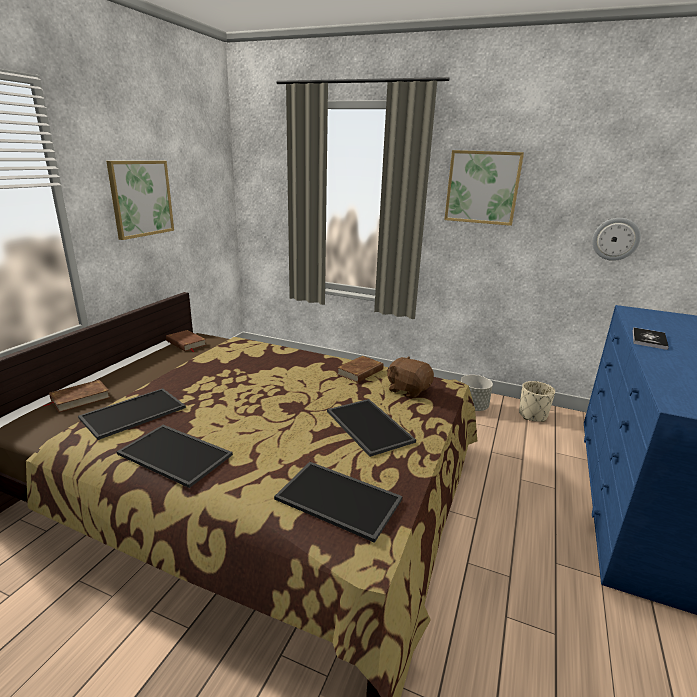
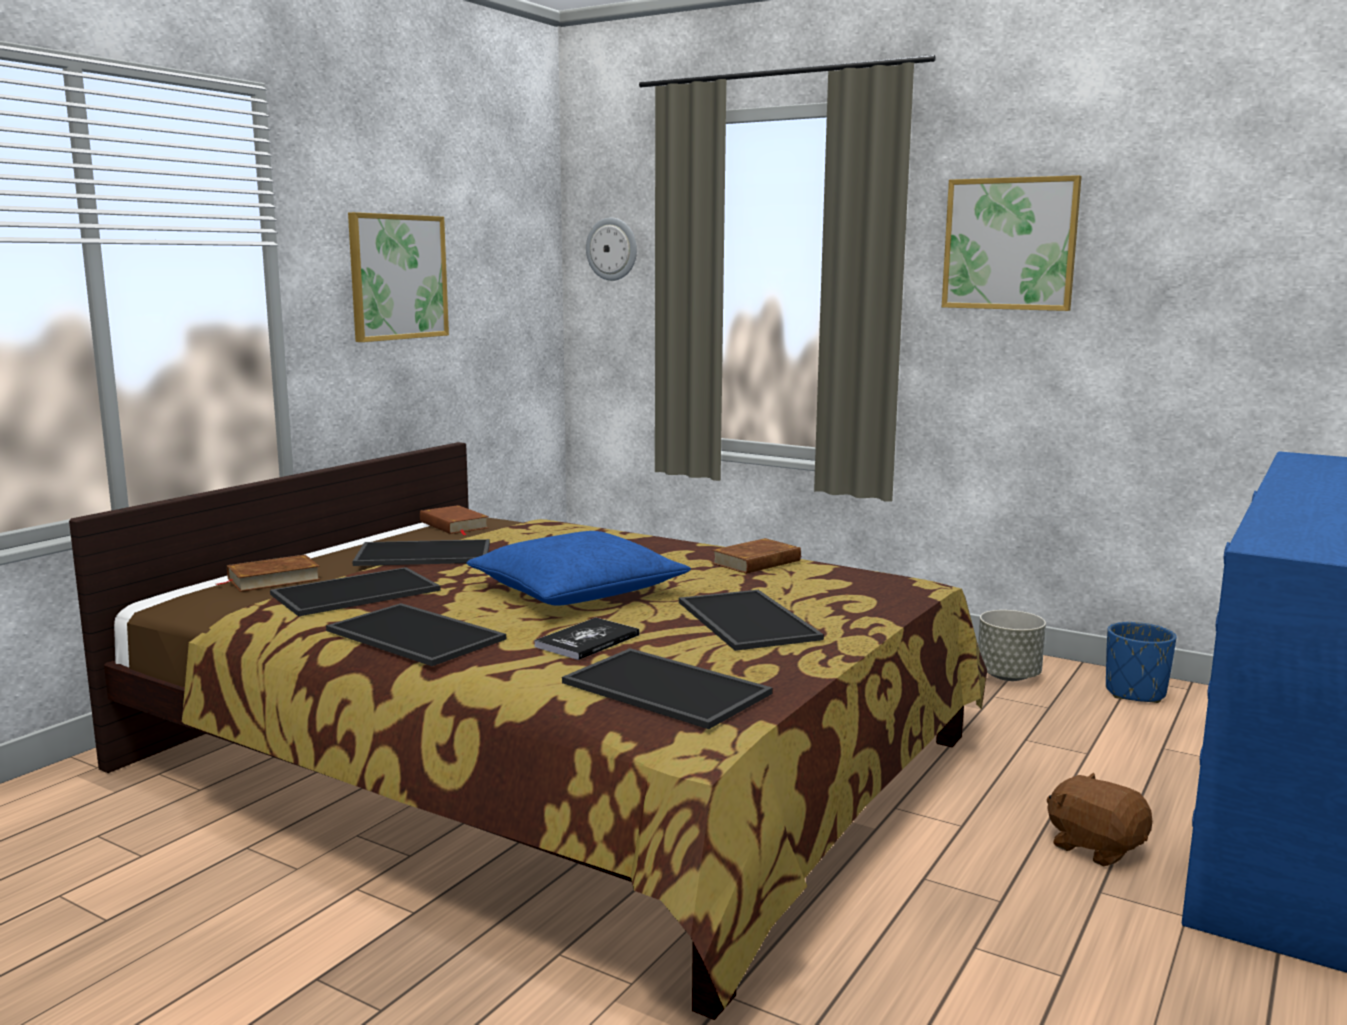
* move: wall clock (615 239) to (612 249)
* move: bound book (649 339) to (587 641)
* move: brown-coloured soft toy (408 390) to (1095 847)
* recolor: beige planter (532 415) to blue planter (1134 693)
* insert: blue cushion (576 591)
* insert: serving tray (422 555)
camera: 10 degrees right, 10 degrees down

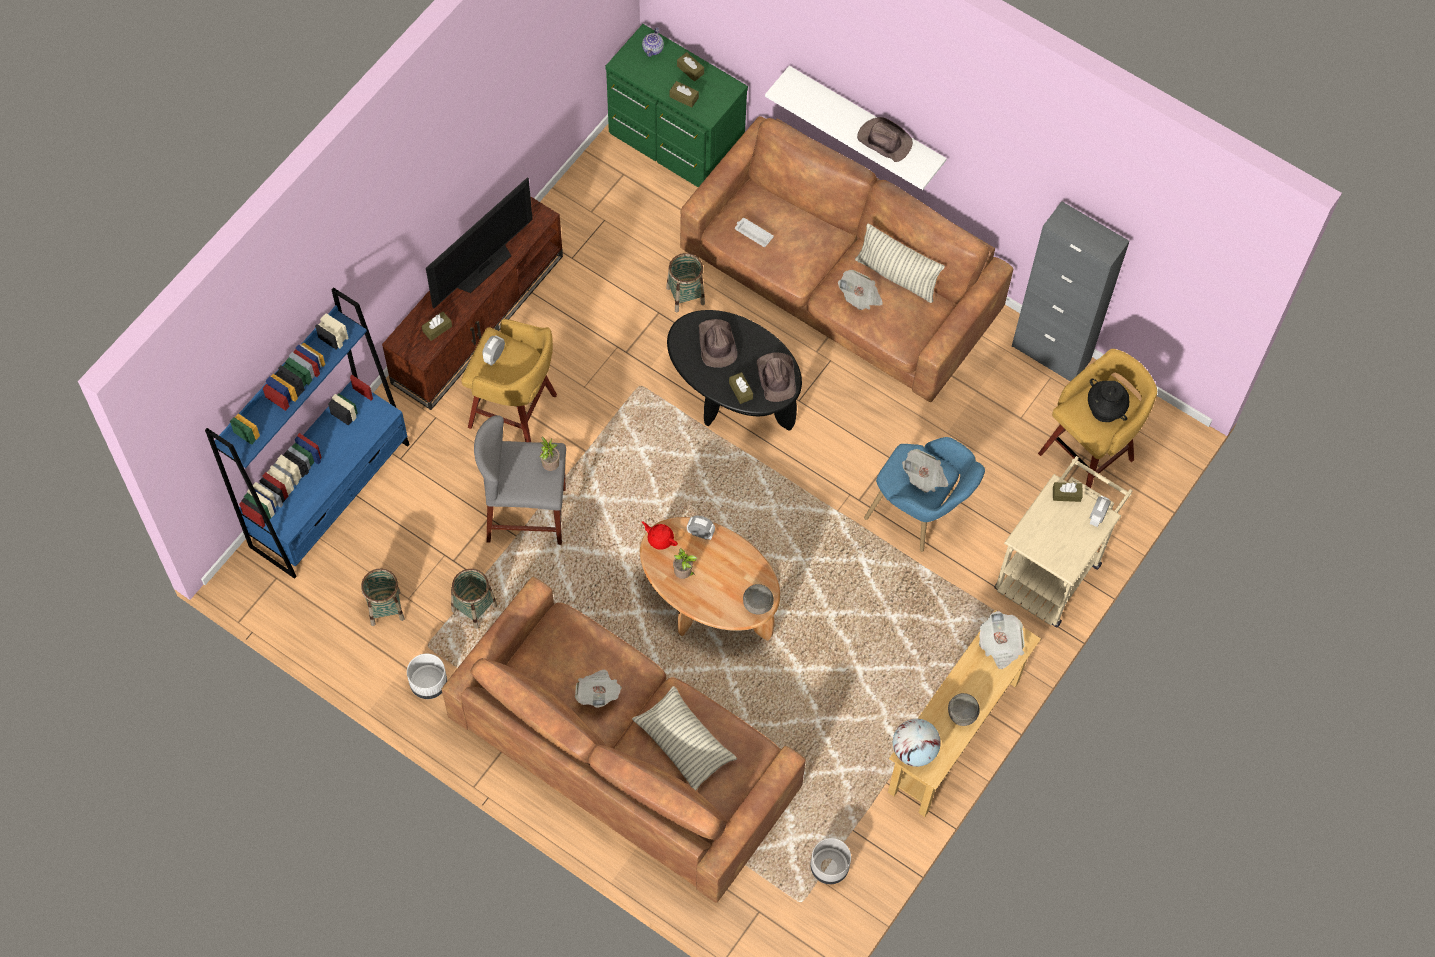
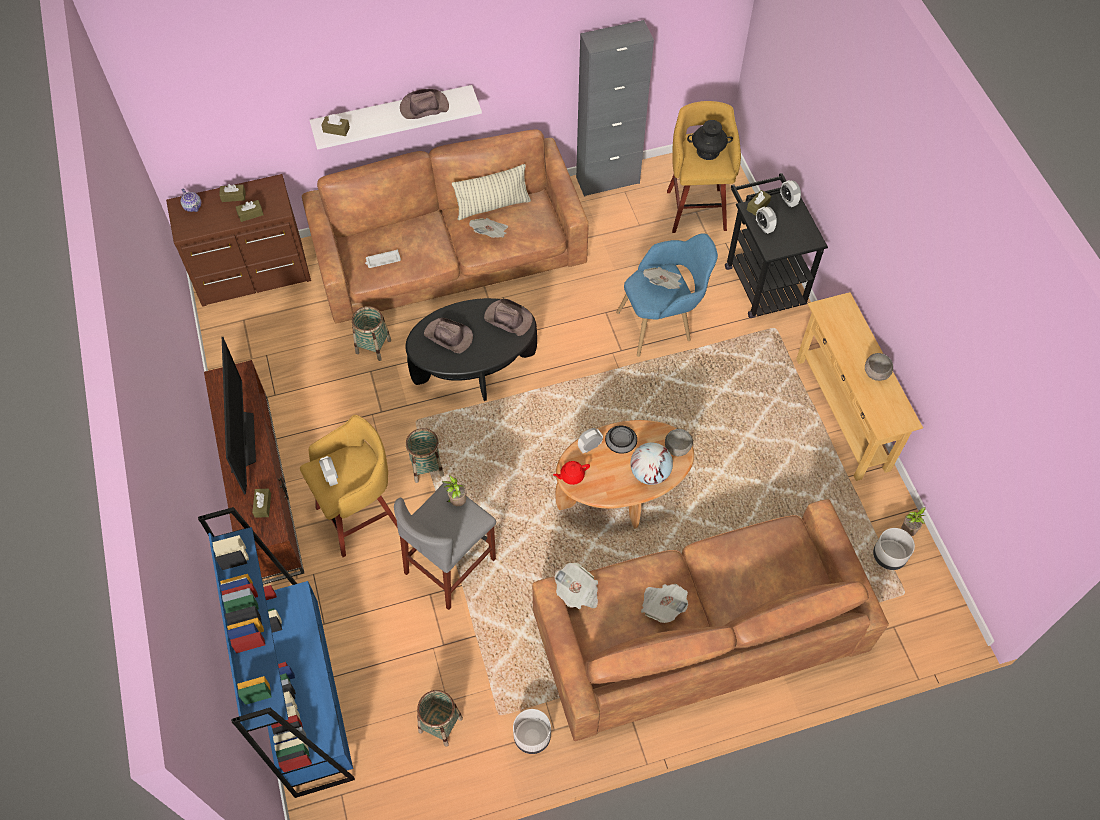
* recolor: greenish chest of drawers (675 145) to brown-coloured chest of drawers (254 275)
* move: brown-coloured tissue holder (740 390) to (336 129)
* recolor: beige cart (1052 569) to black cart (761 279)
* move: potted plant (684 574) to (908 531)
* move: household basket (474 608) to (426 467)
* move: printed paper (1000 645) to (577 592)
* delete: cushion (684 743)
* move: globe (914 750) to (649 473)
* insert: table clock (764 227)
* insert: bowl (621 439)
camera: 50 degrees left, 5 degrees down

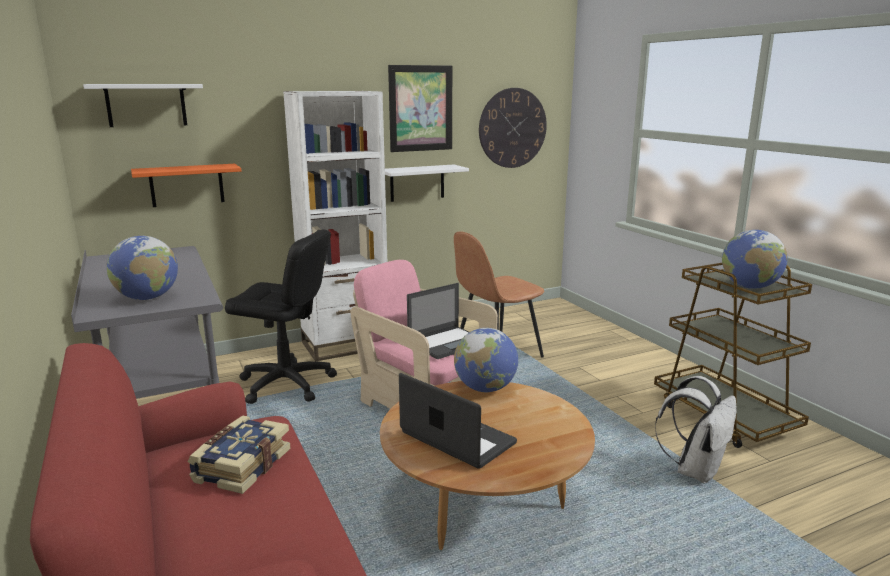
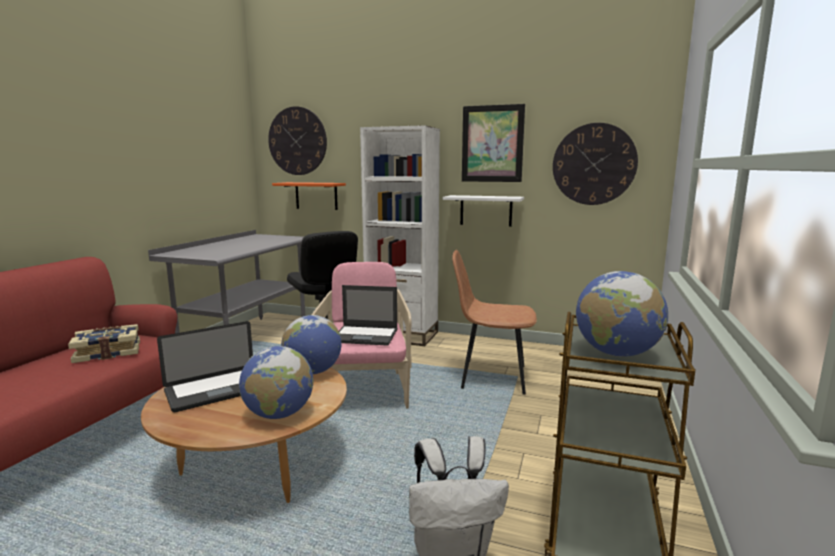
* replace: white shelf (146 105) to wall clock (297 141)
* move: globe (147 298) to (279 414)
* rotate: laptop (457 438) = (216 390) 60 degrees clockwise
camera: 45 degrees right, 5 degrees down

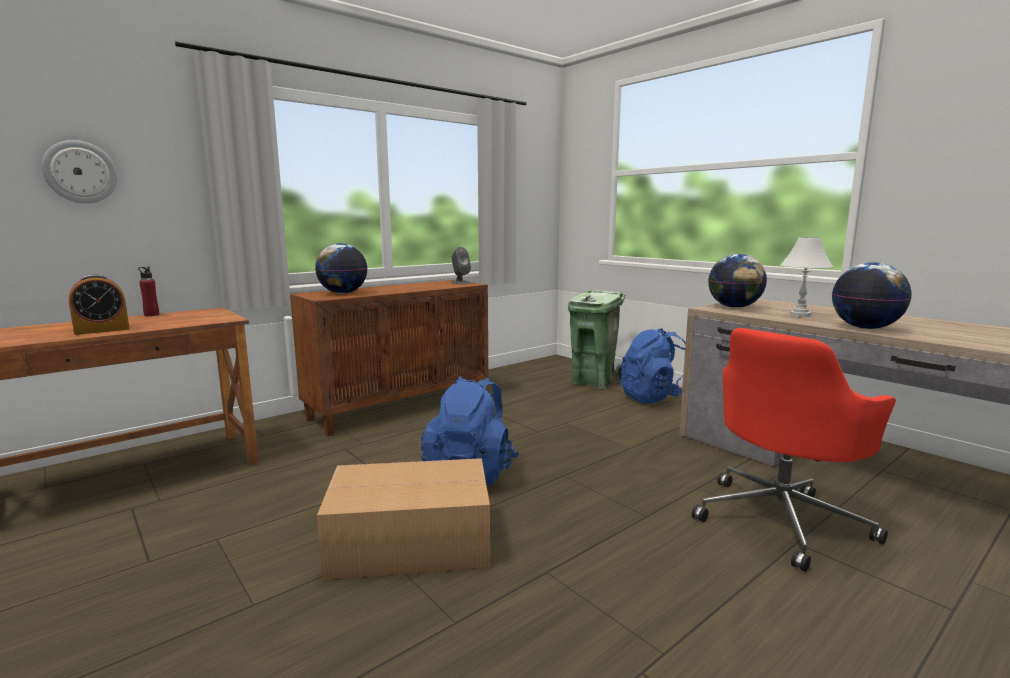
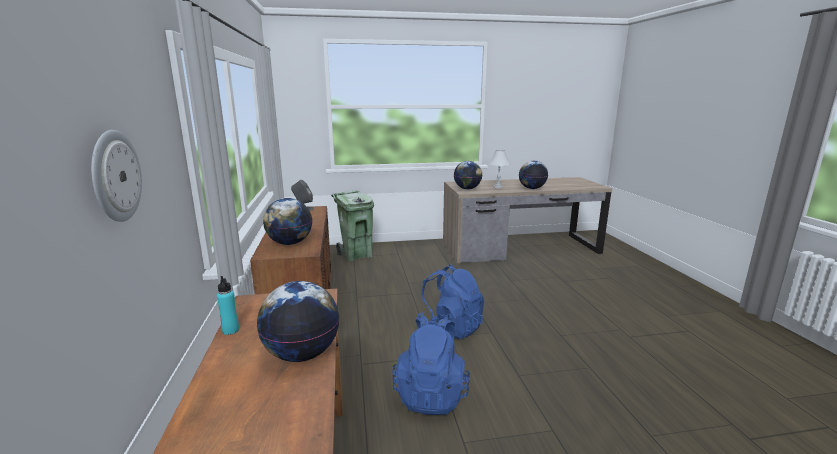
* recolor: reddish beverage bottle (151 315) to turquoise beverage bottle (230 330)
* replace: table clock (102 330) to globe (302 354)
* move: blue backpack (655 398) to (432 395)
* delete: reddish office chair (781 519)
* delete: packing box (412 543)
camera: 60 degrees left, 5 degrees up

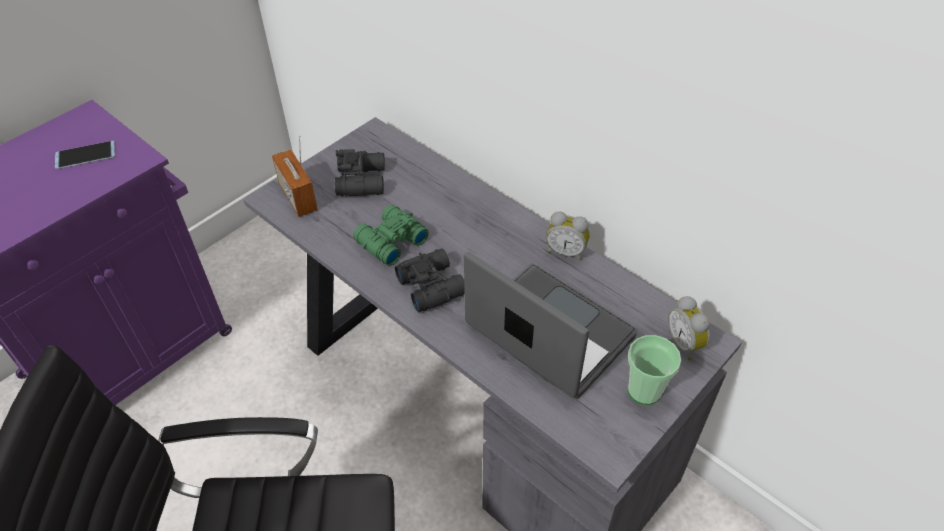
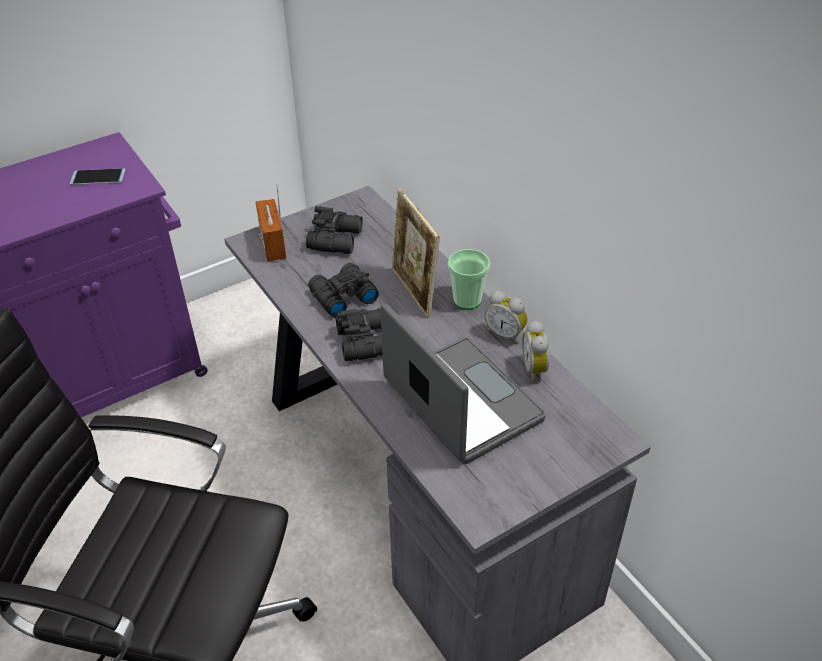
* recolor: greenish field glasses (389 241) to black field glasses (342 296)
* move: table clock (685 343) to (536 369)
* move: cup (644 390) to (467 300)
* insert: picture frame (414 292)
camera: 15 degrees right, 5 degrees down

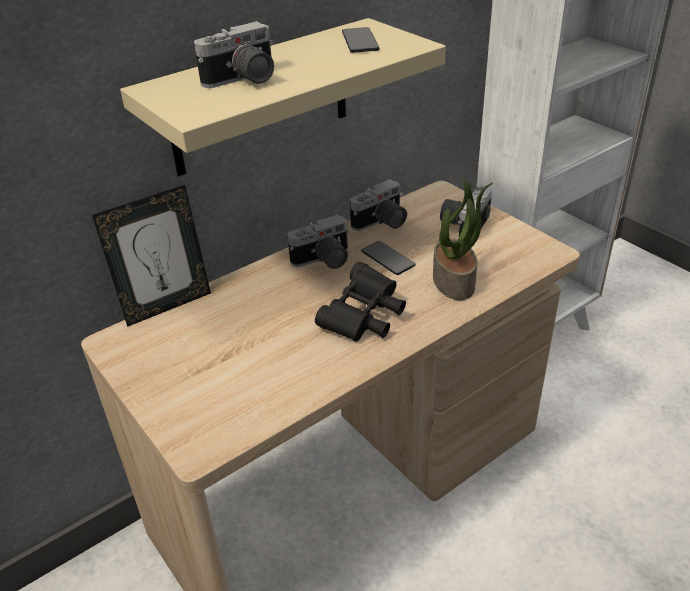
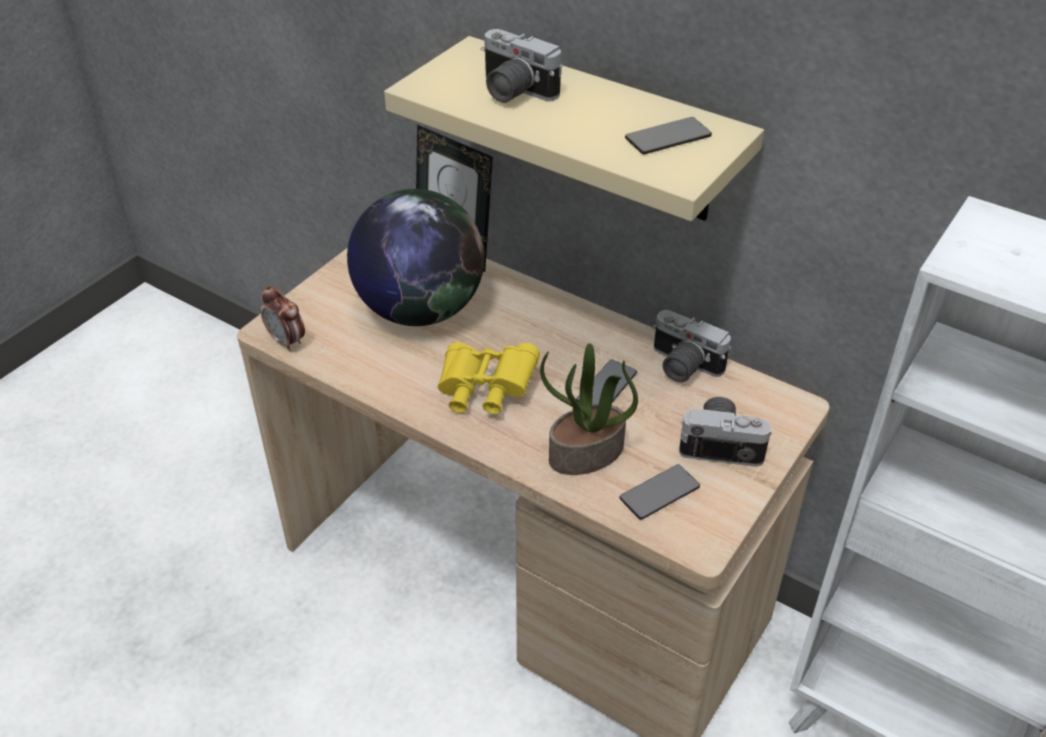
* delete: photo camera (324 261)
* recolor: black field glasses (363 318) to yellow-coloured field glasses (484 391)
* insert: globe (420 310)
* insert: table clock (287 341)
* insert: telephone (659 493)
camera: 70 degrees right, 5 degrees up

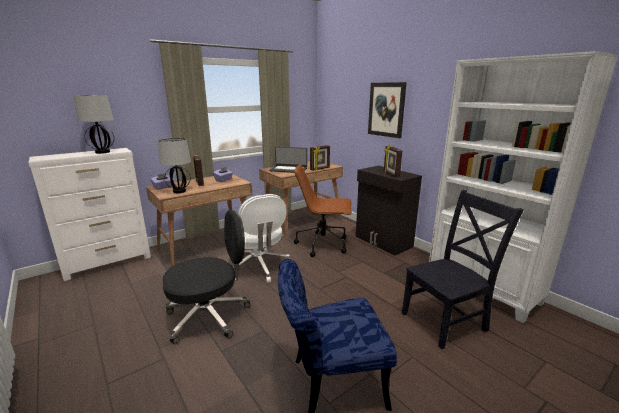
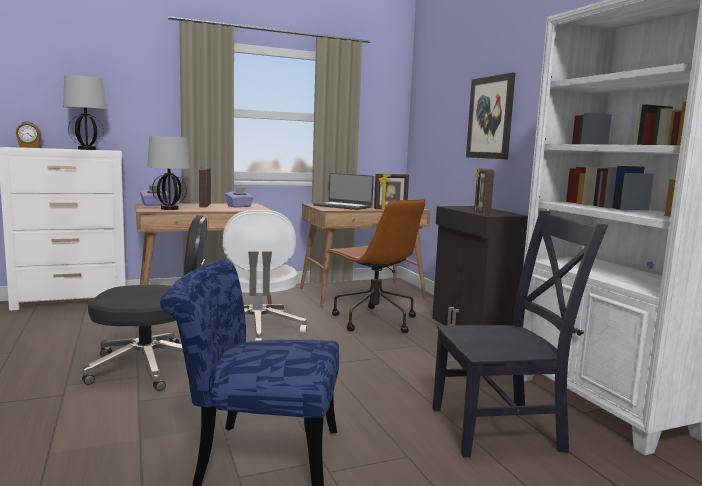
* rotate: brown-coloured office chair (323 244) = (373 320) 150 degrees counterclockwise
* insert: table clock (29 147)
camera: 15 degrees right, 10 degrees down

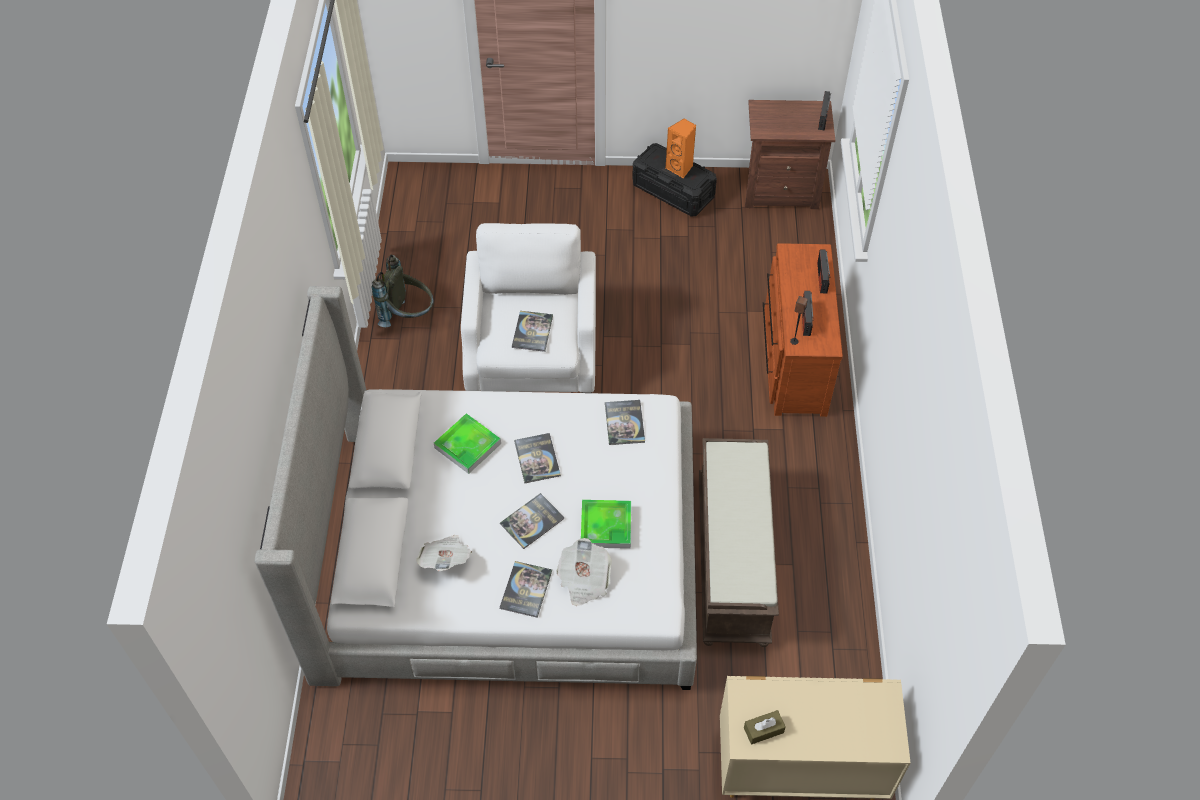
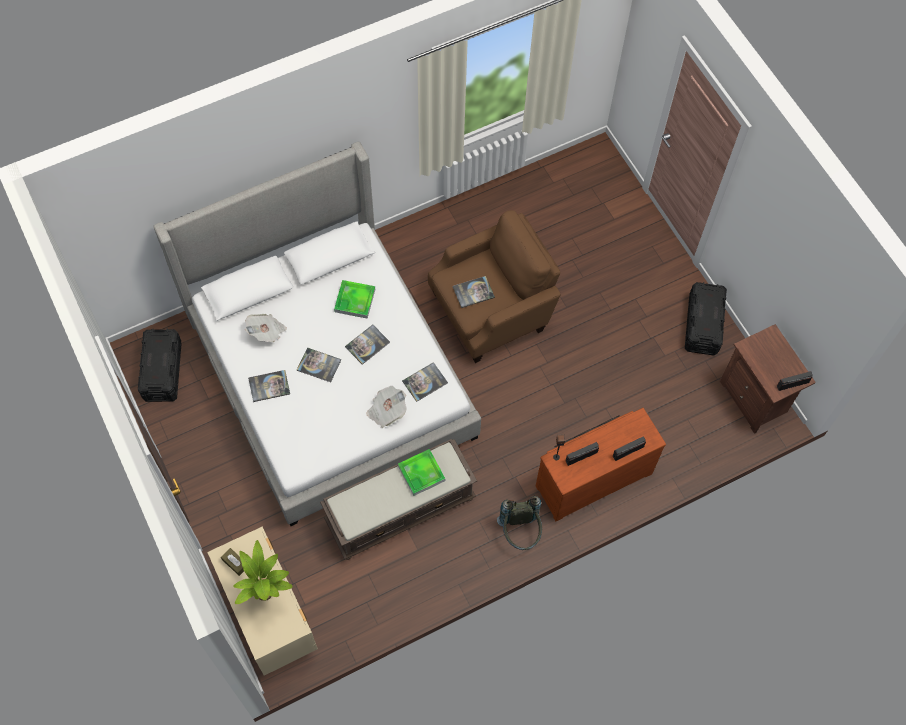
* delete: orange-coloured loudspeaker (680 168)
* recolor: white easy chair (533 358) to brown-coloured easy chair (491 310)
* move: grey backpack (408 316) to (520 533)
* move: serving tray (606 526) to (421 473)
* move: printed paper (584 580) to (386 411)
* insert: black storage bin (163 371)
* insert: potted plant (268 593)
camera: 60 degrees right, 10 degrees up

